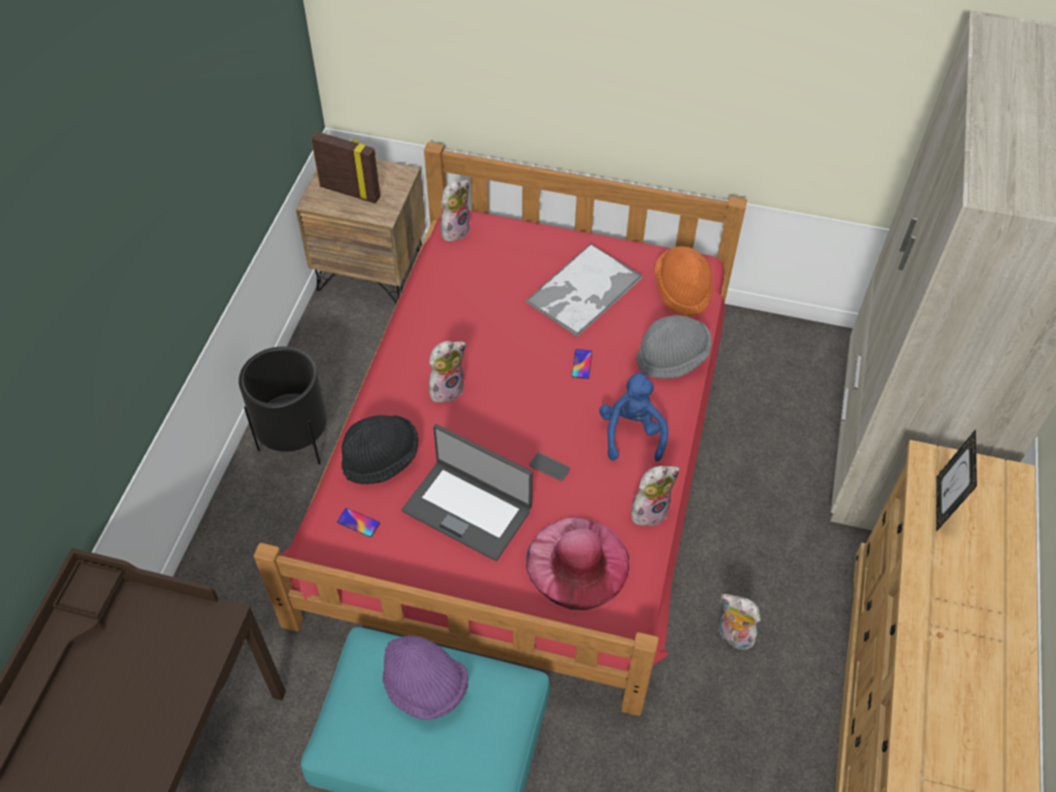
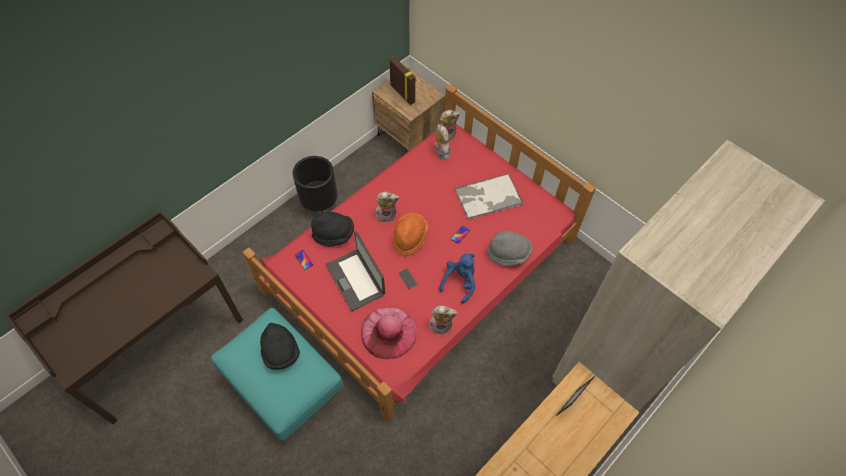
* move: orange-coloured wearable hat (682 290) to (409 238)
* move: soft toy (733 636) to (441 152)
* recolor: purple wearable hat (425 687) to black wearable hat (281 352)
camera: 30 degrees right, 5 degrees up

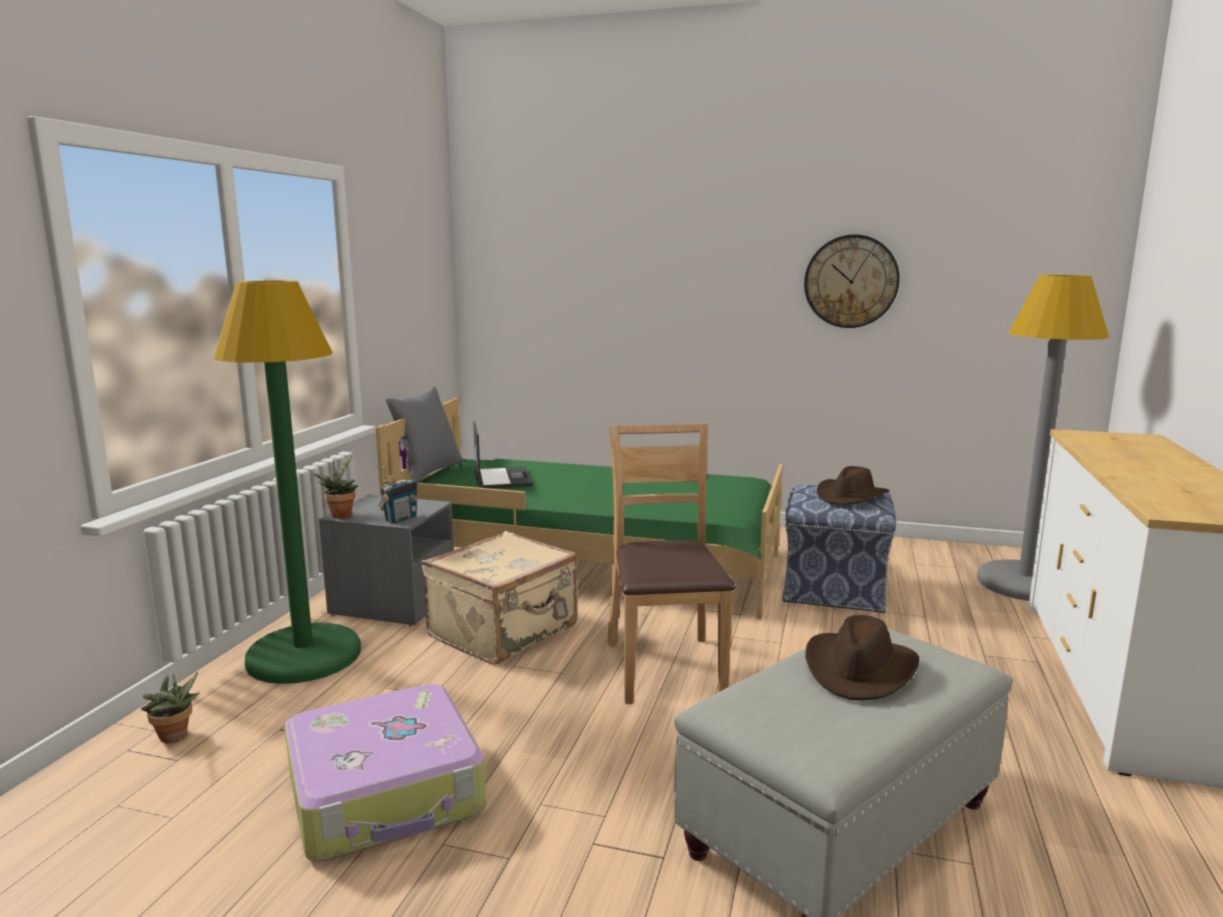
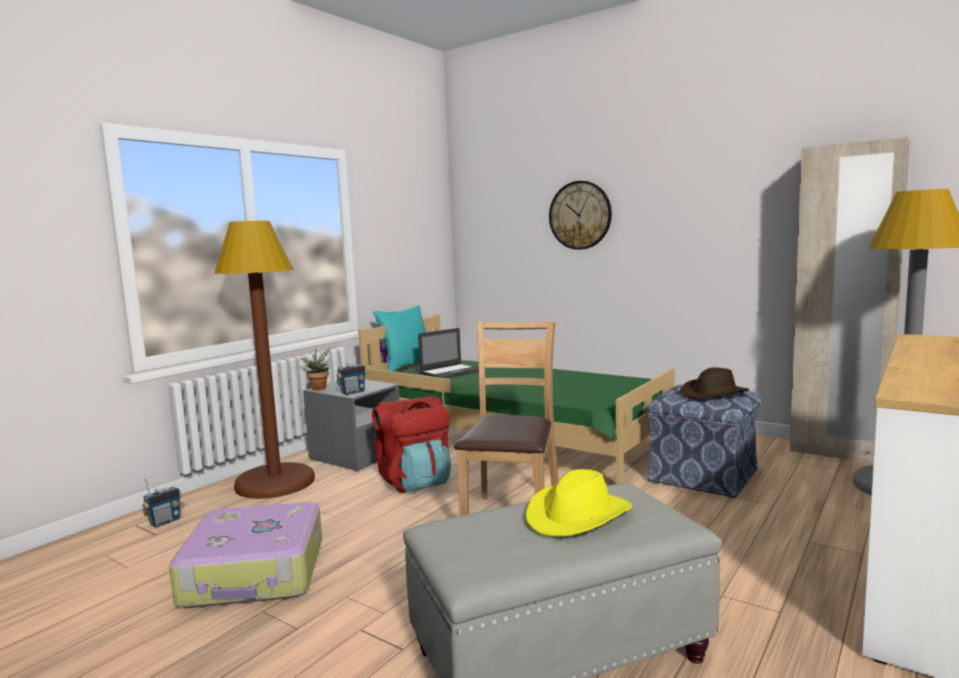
* move: wall clock (851 281) to (580 215)
* recolor: greenish floor lamp (304 655) to brown-coloured floor lamp (275 483)
* recolor: grey cushion (428 472) to turquoise cushion (407 366)
* rotate: laptop (502 478) = (452 372) 45 degrees clockwise
* replace: beige suitcase (505 632) to reddish backpack (415 482)
* recolor: brown-coloured wearable hat (860 670) to yellow-coloured wearable hat (578 516)
* replace: potted plant (175 738) to radio (165 522)
* insert: beige clothes cupboard (838 453)
camera: 20 degrees right, 5 degrees down

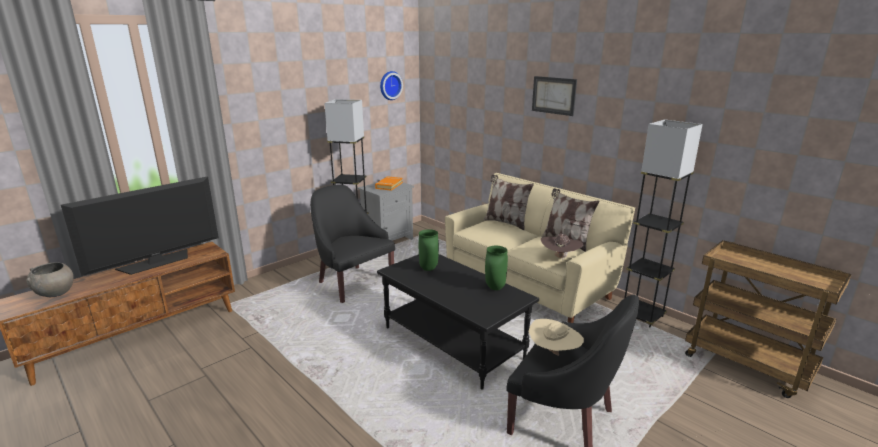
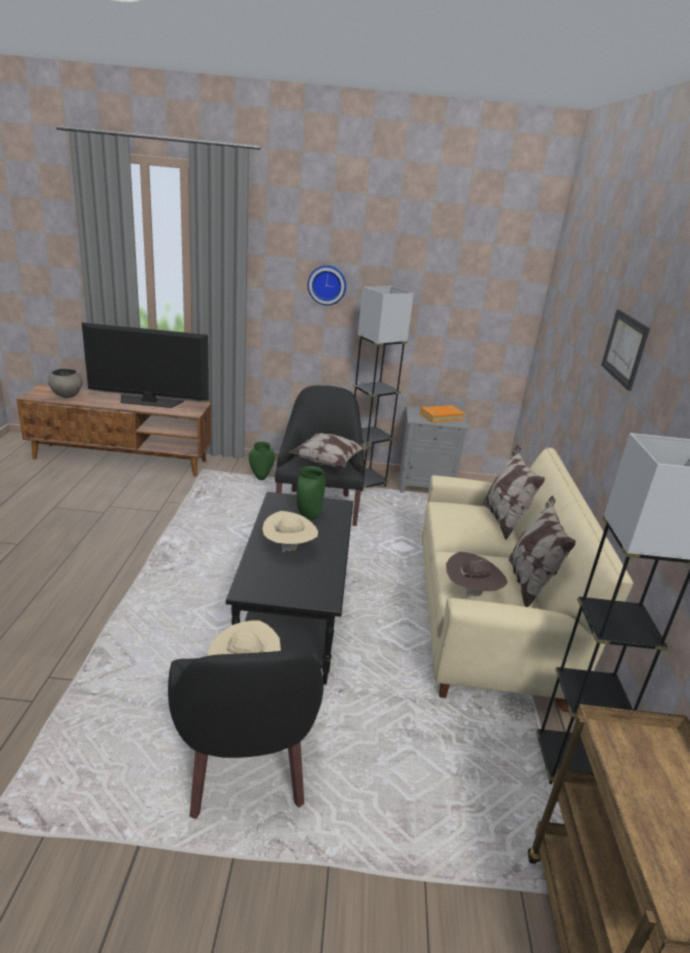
* move: wall clock (389 85) to (327 285)
* move: greenish vase (495 288) to (261 478)
* insert: cushion (329 462)
* insert: beige wearable hat (289 548)
camera: 45 degrees right, 5 degrees up

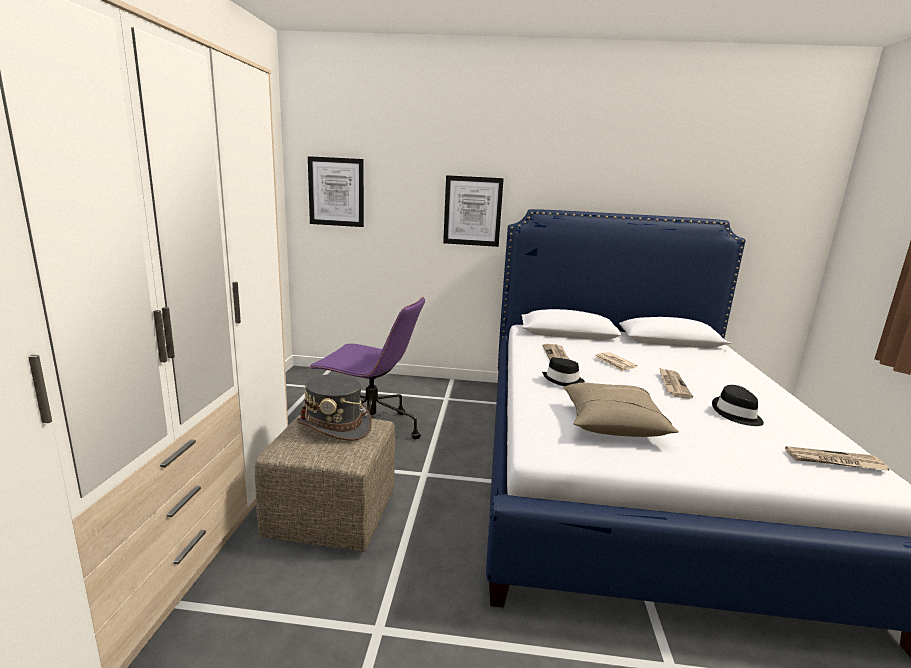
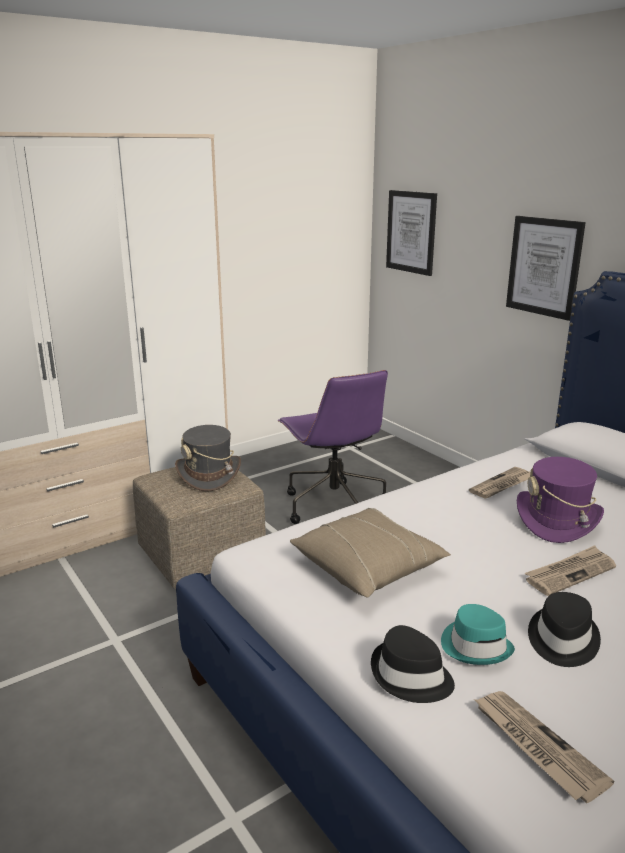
* replace: printed paper (614 363) to purple wearable hat (557 520)
* move: black wearable hat (563 381) to (410 676)
* insert: turquoise wearable hat (476 646)
camera: 50 degrees right, 5 degrees up

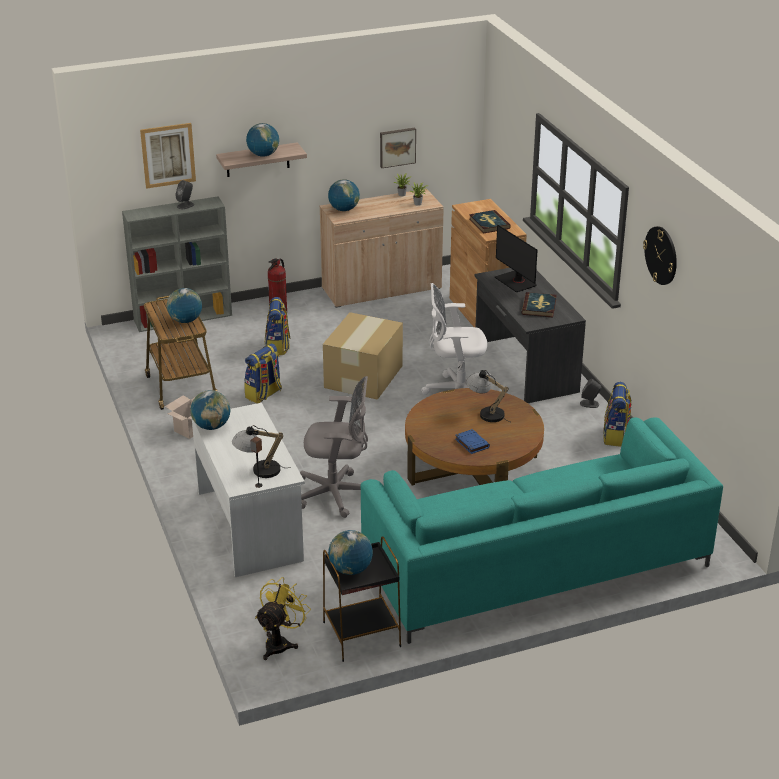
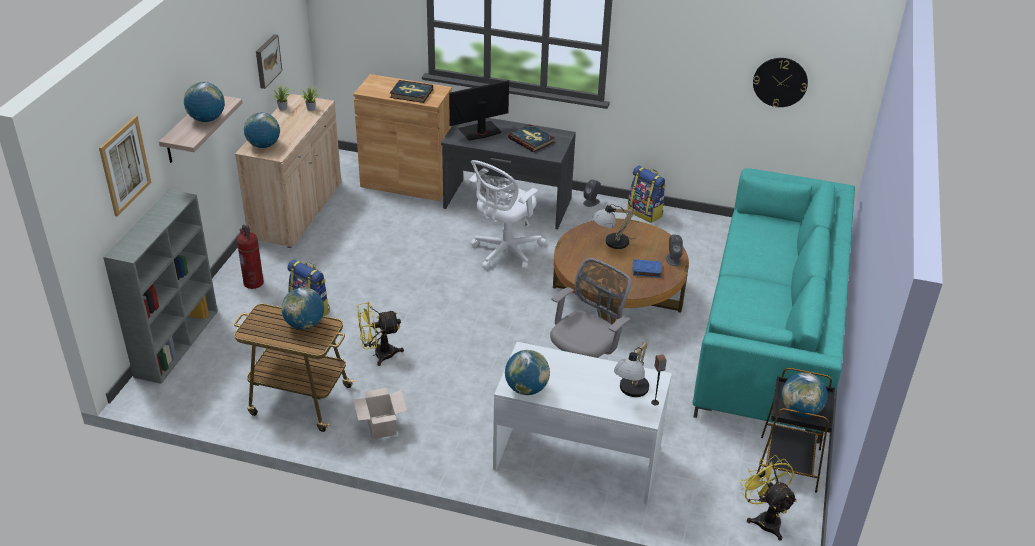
* move: grey loudspeaker (185 205) to (673 259)
* rotate: monitor (516 282) = (479 131) 150 degrees clockwise
* move: wall clock (661 255) to (780 82)
* delete: packing box (364 376)
* replace: backpack (264 394) to yellow-coloured electric fan (379 354)
camera: 55 degrees left, 5 degrees up

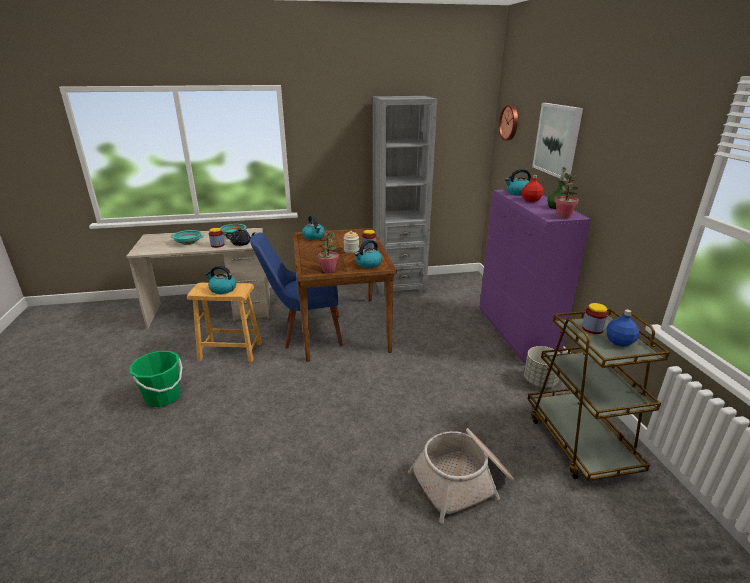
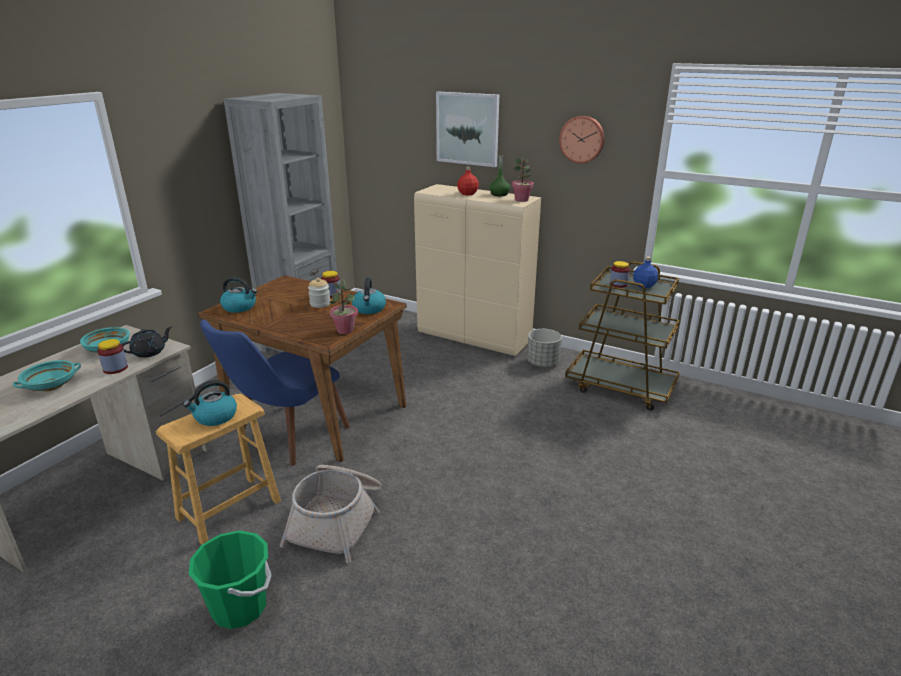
* move: wall clock (510 122) to (582 139)
* delete: kettle (518 193)
* recolor: purple cupboard (516 334) to beige cupboard (475 338)
* move: household basket (463 482) to (338 520)
camera: 50 degrees left, 0 degrees up

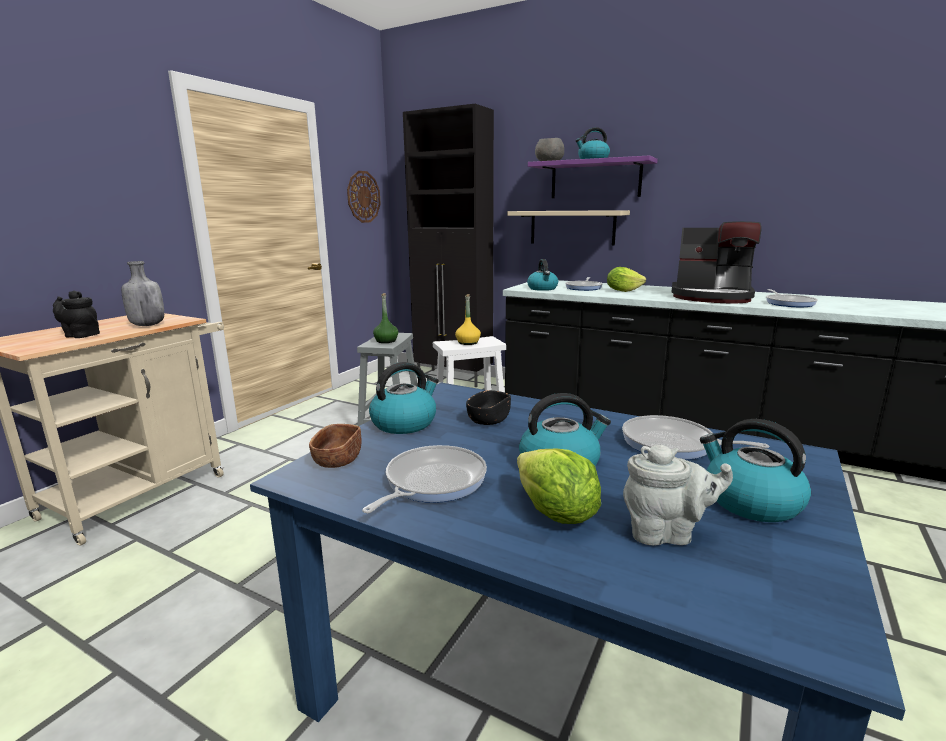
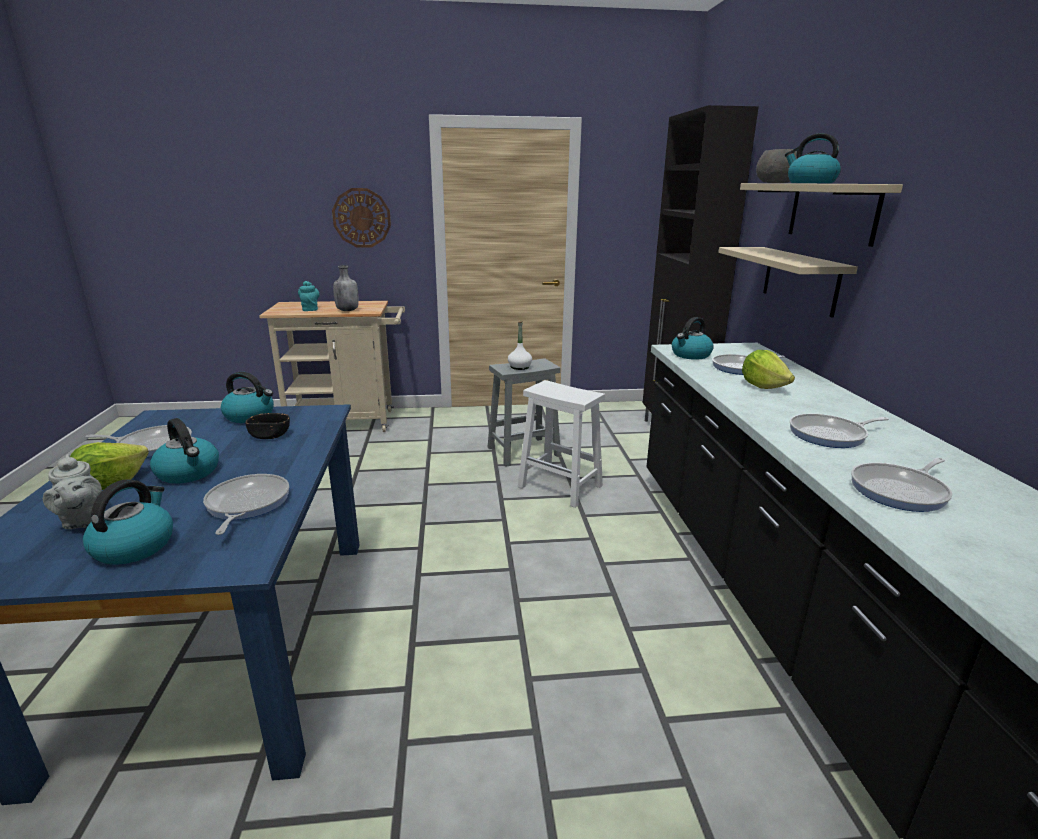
* recolor: purple shelf (595 179) to beige shelf (832 212)
* move: wall clock (363 197) to (361 218)
* replace: coffee machine (711 297) to skillet (830 435)
* recolor: black teapot (80 335) to turquoise teapot (310 309)
* recolor: greenish beverage bottle (386 341) to white beverage bottle (519 367)
* delete: yellow-coloured beverage bottle (468 343)
* delete: brown-coloured bowl (338 460)
camera: 55 degrees right, 5 degrees up

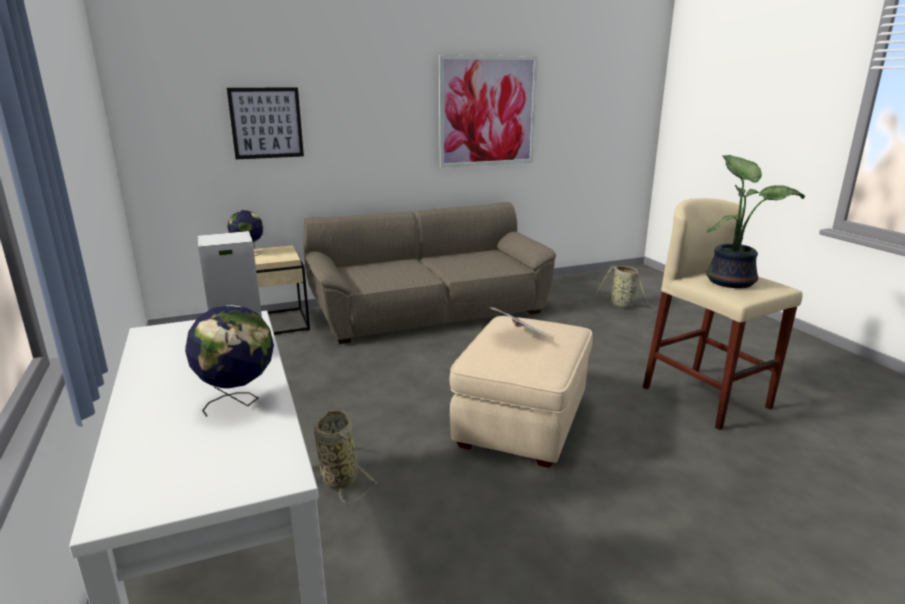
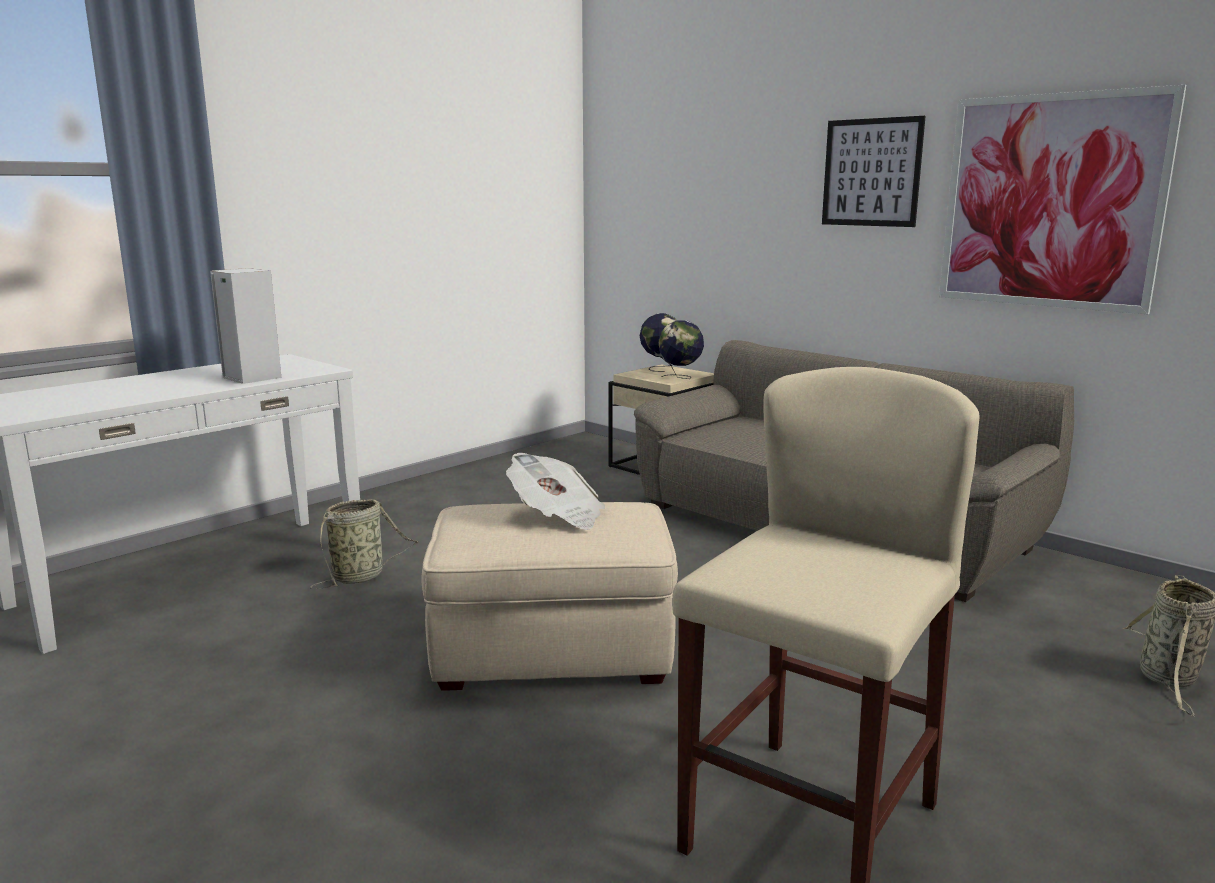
* move: wall picture (266 123) to (871 172)
* delete: potted plant (731 281)
* move: globe (238 402) to (680 378)
camera: 65 degrees right, 5 degrees down

